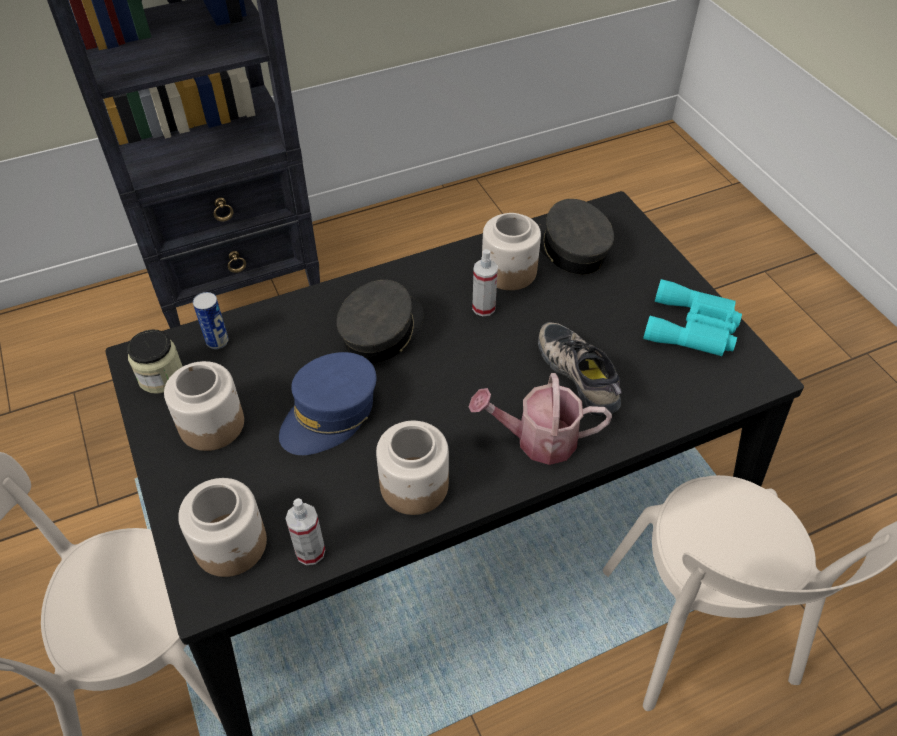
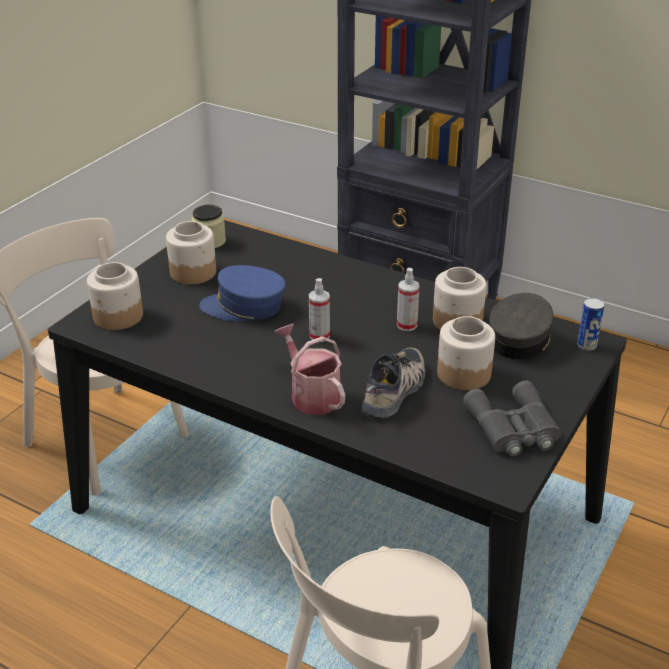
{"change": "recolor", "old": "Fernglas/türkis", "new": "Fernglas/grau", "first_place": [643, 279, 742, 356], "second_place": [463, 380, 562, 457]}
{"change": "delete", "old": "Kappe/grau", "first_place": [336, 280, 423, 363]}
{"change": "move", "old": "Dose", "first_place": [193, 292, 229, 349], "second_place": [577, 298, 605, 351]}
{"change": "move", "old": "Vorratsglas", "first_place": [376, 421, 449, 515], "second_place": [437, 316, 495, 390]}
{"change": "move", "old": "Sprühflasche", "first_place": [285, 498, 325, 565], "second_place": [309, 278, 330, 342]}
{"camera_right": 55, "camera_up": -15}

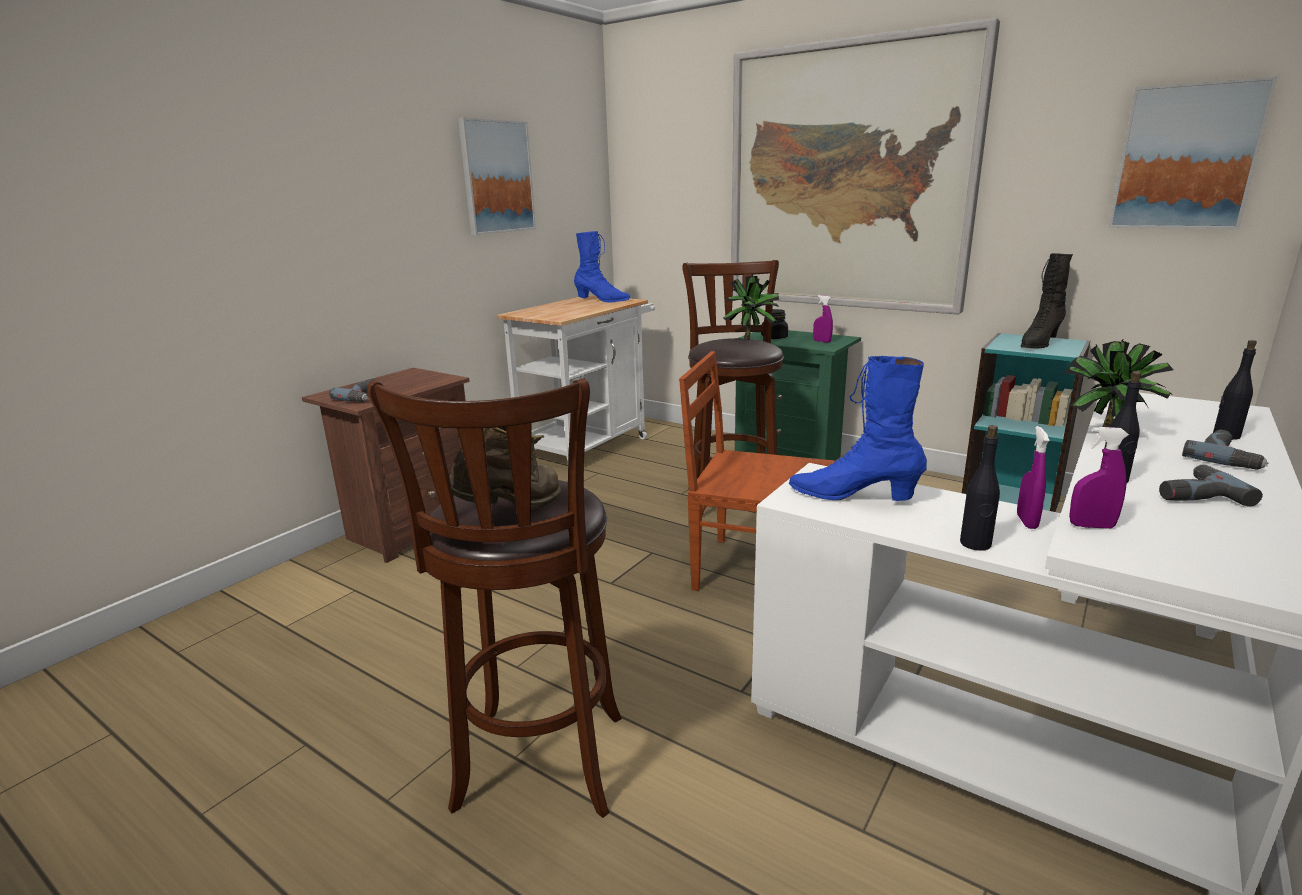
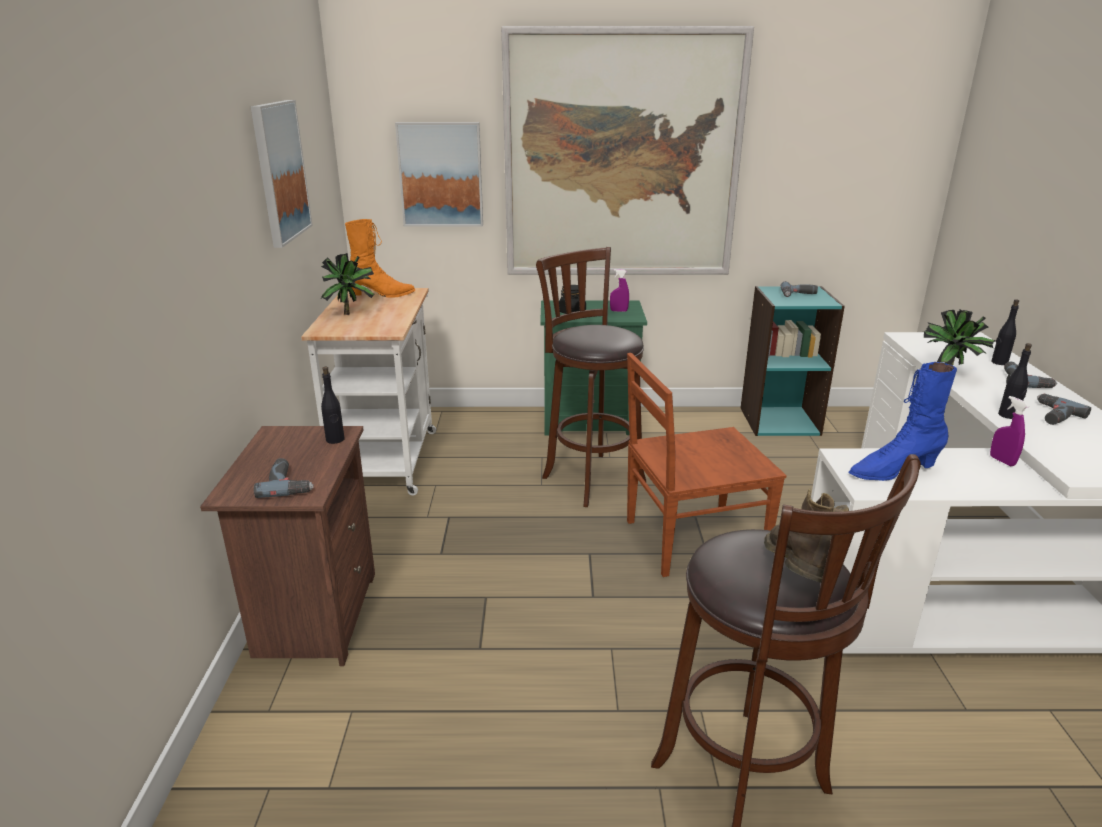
{"change": "move", "old": "Bild", "first_place": [1108, 77, 1277, 229], "second_place": [395, 122, 483, 226]}
{"change": "recolor", "old": "Stiefel/blau", "new": "Stiefel/orange", "first_place": [574, 231, 630, 302], "second_place": [345, 219, 415, 298]}
{"change": "replace", "old": "Stiefel/schwarz", "new": "Bohrmaschine", "first_place": [1021, 253, 1073, 349], "second_place": [781, 281, 818, 297]}
{"change": "move", "old": "Topfpflanze", "first_place": [723, 276, 779, 340], "second_place": [320, 253, 374, 315]}
{"change": "move", "old": "Flasche/schwarz", "first_place": [960, 425, 1000, 551], "second_place": [321, 367, 345, 444]}
{"change": "delete", "old": "Sprühflasche/lila", "first_place": [1069, 427, 1129, 529]}
{"camera_right": -35, "camera_up": 5}

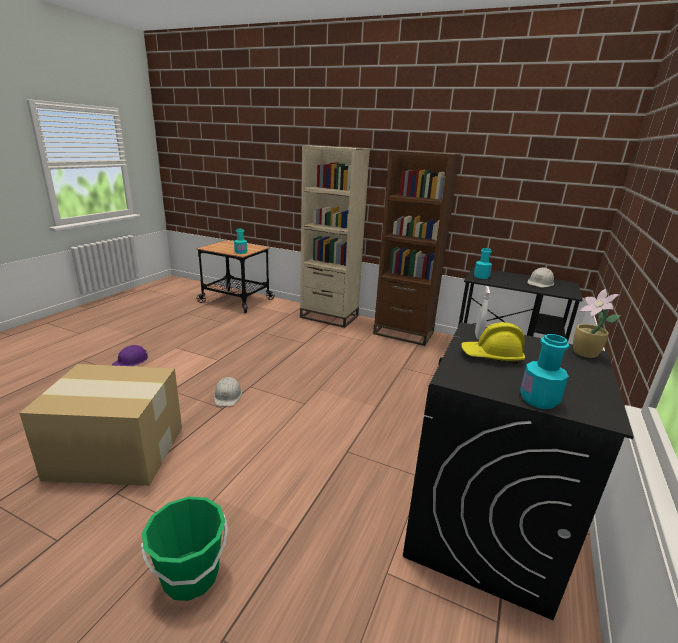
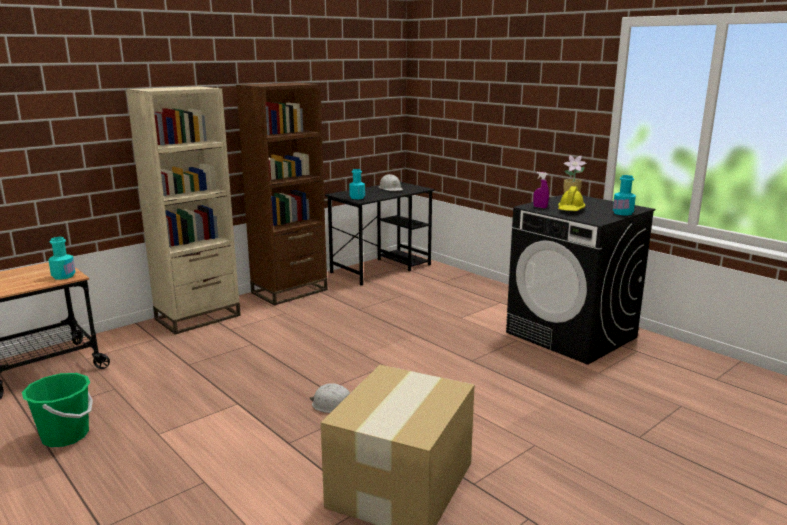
{"change": "recolor", "old": "Sprühflasche/weiß", "new": "Sprühflasche/lila", "first_place": [475, 286, 490, 340], "second_place": [533, 172, 549, 208]}
{"change": "delete", "old": "Schutzhelm/lila", "first_place": [112, 345, 148, 366]}
{"change": "move", "old": "Eimer/grün", "first_place": [141, 497, 228, 601], "second_place": [22, 373, 93, 447]}
{"camera_right": -65, "camera_up": -5}

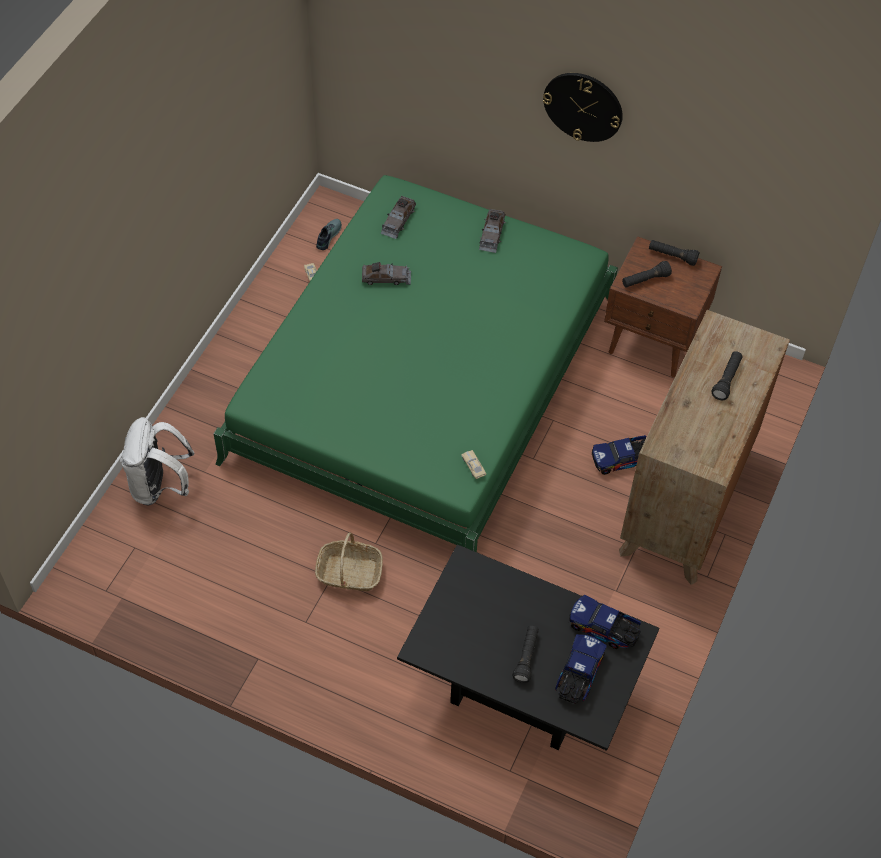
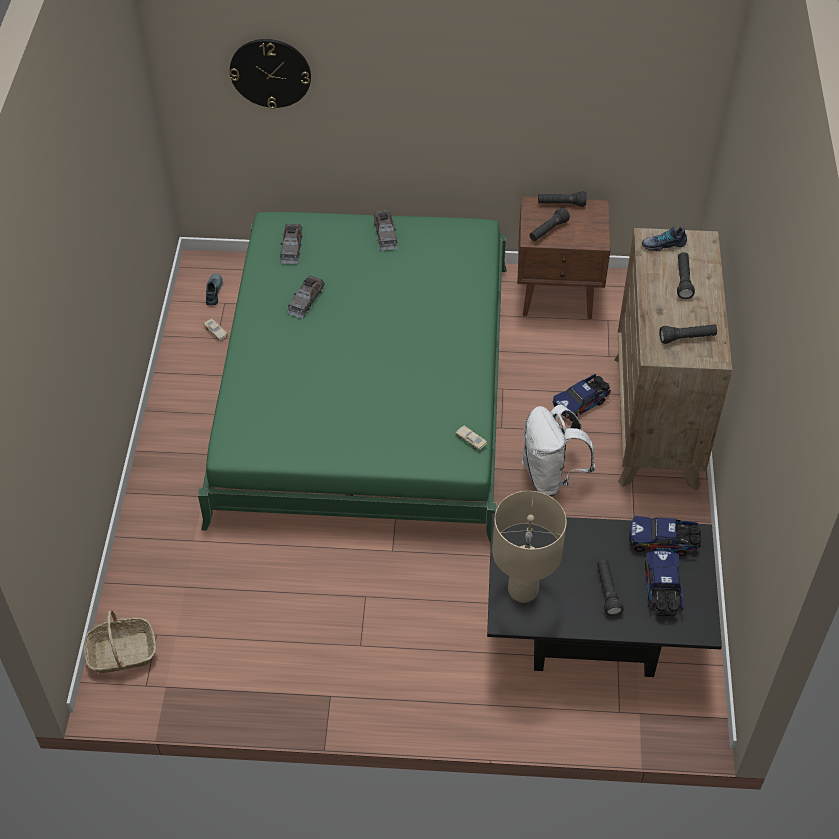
{"change": "move", "old": "Wanduhr", "first_place": [543, 73, 623, 142], "second_place": [230, 39, 311, 109]}
{"change": "rotate", "old": "Spielzeugauto/grau", "first_place": [362, 262, 411, 285], "second_place": [287, 275, 324, 319], "degrees": 135}
{"change": "move", "old": "Rucksack/weiß", "first_place": [120, 417, 194, 505], "second_place": [522, 405, 595, 496]}
{"change": "move", "old": "Korb", "first_place": [315, 533, 383, 591], "second_place": [84, 610, 156, 673]}
{"change": "insert", "new": "Schuh", "second_place": [642, 226, 687, 251]}
{"change": "insert", "new": "Taschenlampe/schwarz", "second_place": [659, 324, 717, 344]}
{"change": "insert", "new": "Tischlampe/beige", "second_place": [492, 491, 567, 603]}
{"camera_right": -20, "camera_up": -5}

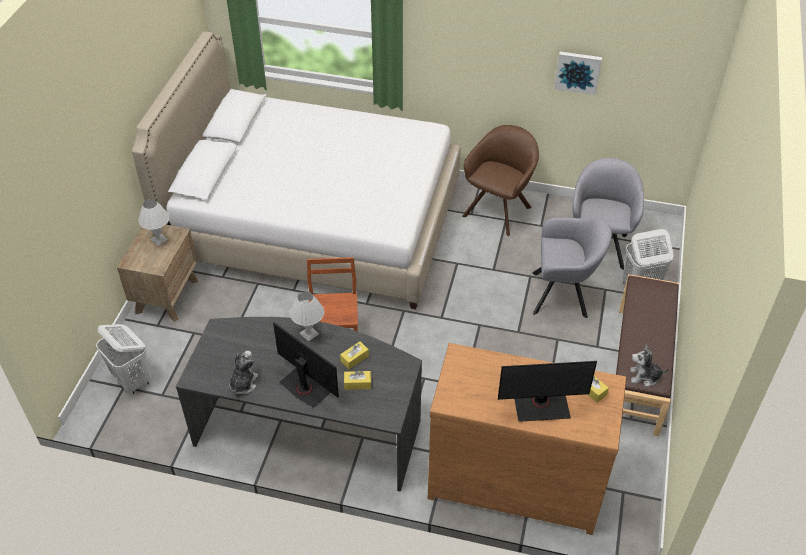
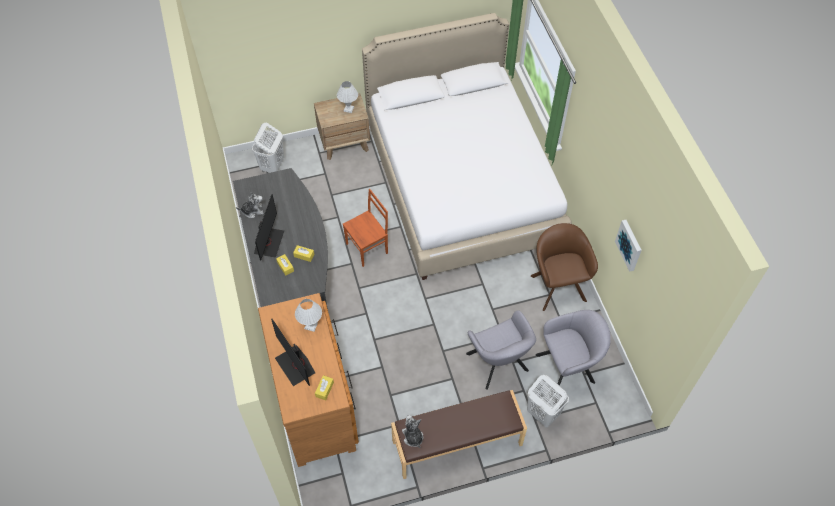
{"change": "rotate", "old": "Sessel/braun", "first_place": [462, 125, 539, 236], "second_place": [531, 223, 598, 311], "degrees": -105}
{"change": "move", "old": "Tischlampe/weiß", "first_place": [290, 291, 324, 342], "second_place": [295, 299, 322, 332]}
{"camera_right": 60, "camera_up": 10}

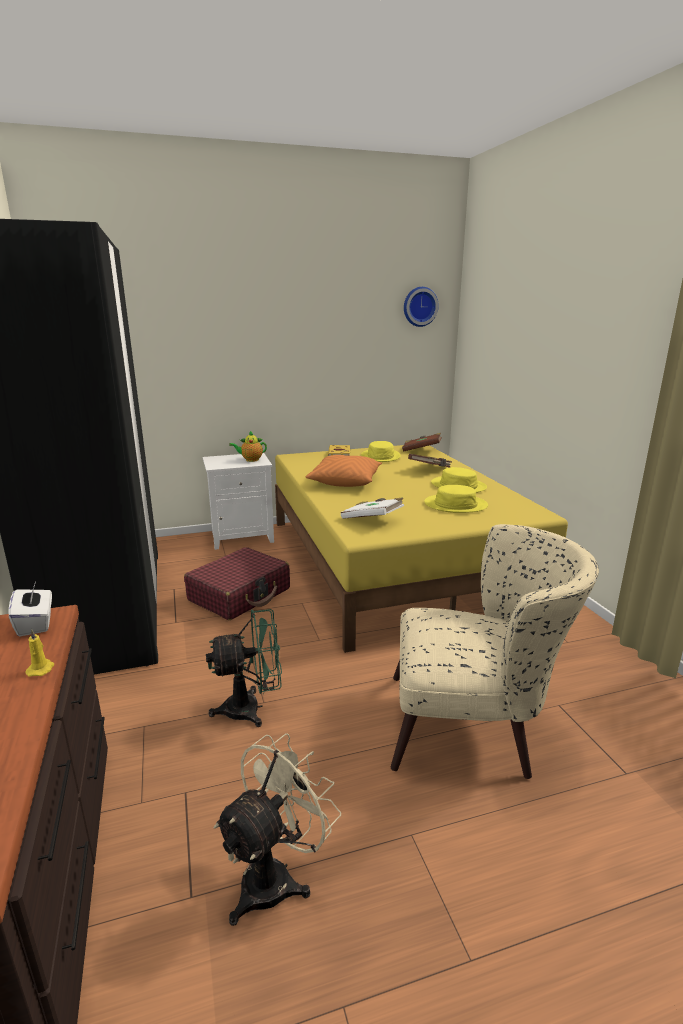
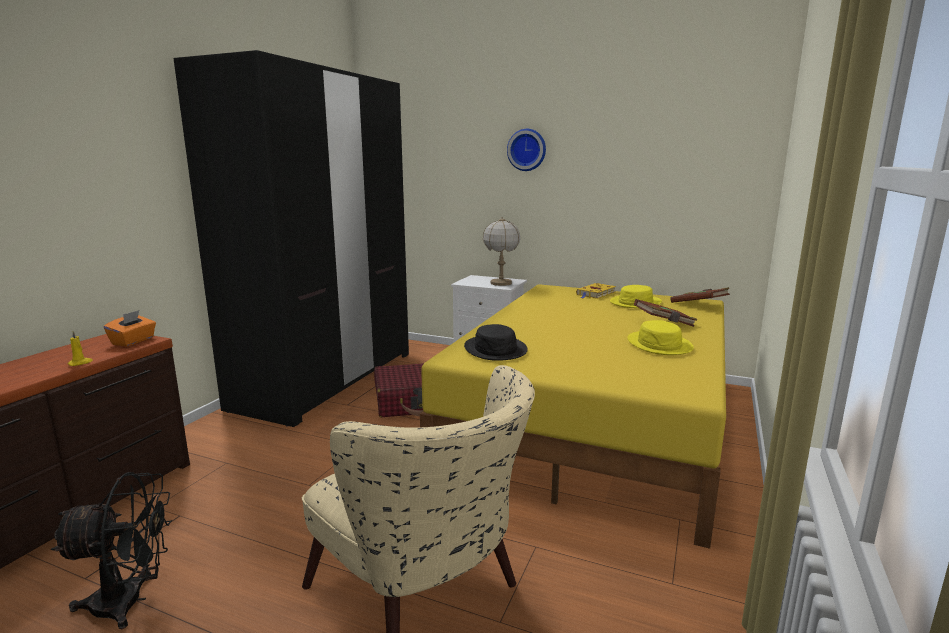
{"change": "move", "old": "Wanduhr", "first_place": [404, 287, 439, 327], "second_place": [507, 129, 546, 171]}
{"change": "replace", "old": "Teekanne", "new": "Tischlampe", "first_place": [229, 431, 267, 462], "second_place": [483, 217, 520, 286]}
{"change": "delete", "old": "Kissen/orange", "first_place": [306, 455, 382, 487]}
{"change": "delete", "old": "Hut/gelb", "first_place": [424, 485, 488, 513]}
{"change": "replace", "old": "Buch/weiß", "new": "Hut/schwarz", "first_place": [341, 497, 404, 519], "second_place": [464, 324, 528, 361]}
{"change": "recolor", "old": "Taschentuchbox/weiß", "new": "Taschentuchbox/orange", "first_place": [9, 582, 52, 636], "second_place": [104, 310, 156, 346]}
{"change": "delete", "old": "Ventilator/grün", "first_place": [206, 609, 282, 727]}
{"change": "recolor", "old": "Ventilator/beige", "new": "Ventilator/schwarz", "first_place": [213, 733, 341, 926], "second_place": [51, 472, 172, 629]}
{"camera_right": 40, "camera_up": -5}

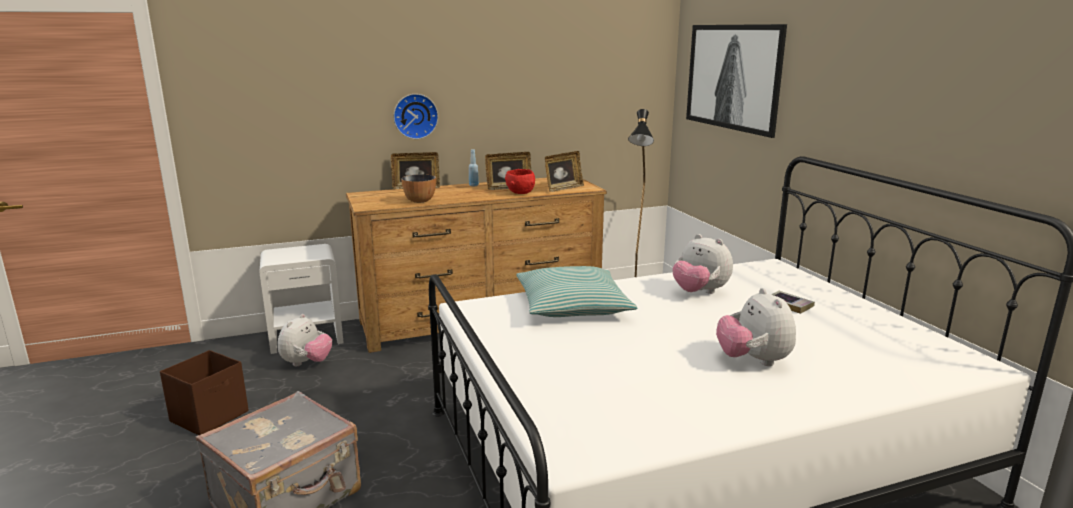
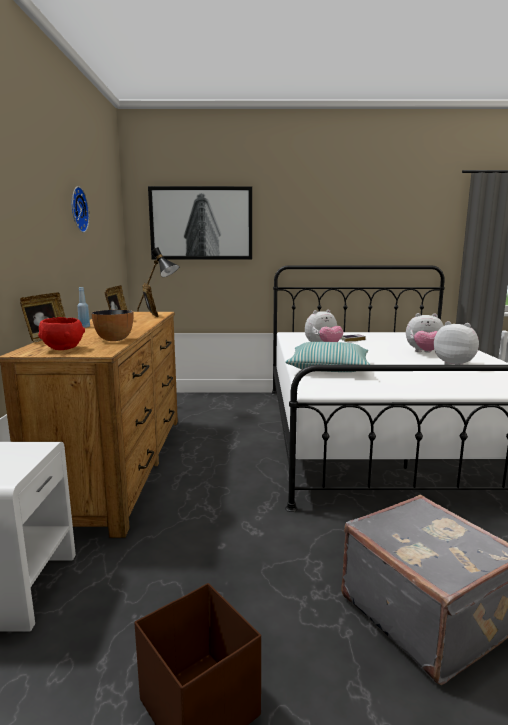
{"change": "move", "old": "Wanduhr", "first_place": [393, 94, 438, 139], "second_place": [72, 186, 89, 233]}
{"change": "move", "old": "Schüssel/rot", "first_place": [505, 169, 535, 194], "second_place": [38, 317, 85, 350]}
{"change": "move", "old": "Plüschtier", "first_place": [278, 314, 332, 366], "second_place": [434, 321, 479, 365]}
{"camera_right": -70, "camera_up": -5}

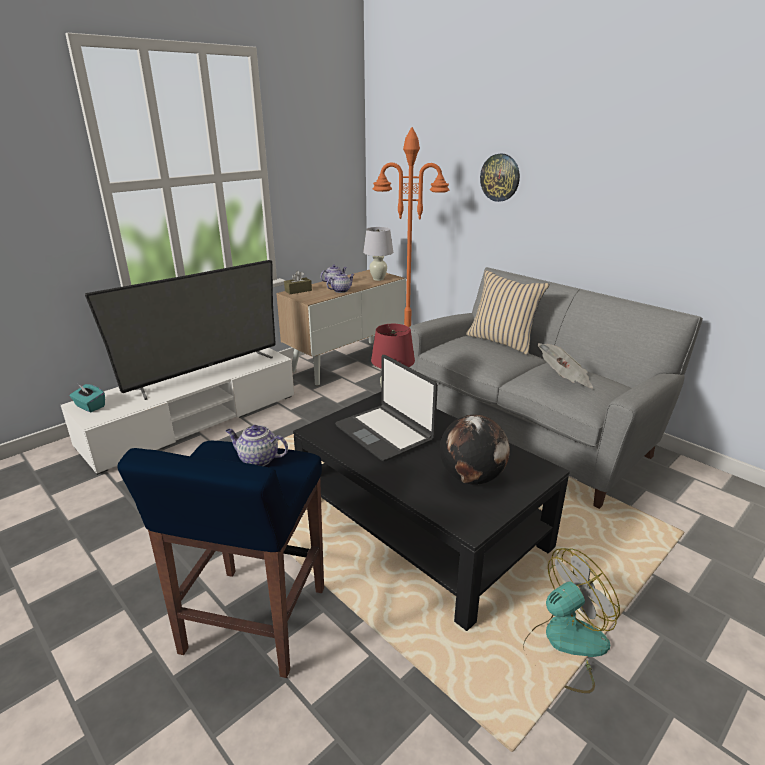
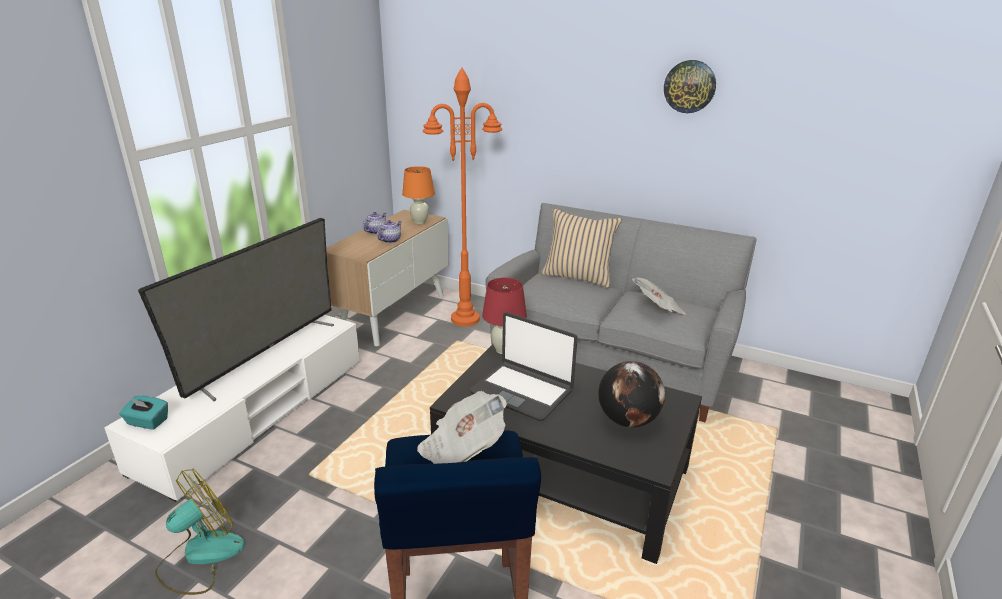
{"change": "move", "old": "Wanduhr", "first_place": [480, 154, 520, 202], "second_place": [664, 60, 716, 113]}
{"change": "recolor", "old": "Tischlampe/weiß", "new": "Tischlampe/orange", "first_place": [363, 227, 393, 281], "second_place": [402, 166, 435, 224]}
{"change": "delete", "old": "Taschentuchbox/braun", "first_place": [284, 271, 312, 294]}
{"change": "replace", "old": "Teekanne", "new": "Zeitung", "first_place": [226, 425, 288, 466], "second_place": [417, 391, 507, 464]}
{"change": "move", "old": "Ventilator", "first_place": [523, 548, 620, 693], "second_place": [155, 469, 245, 595]}
{"camera_right": -20, "camera_up": 0}

